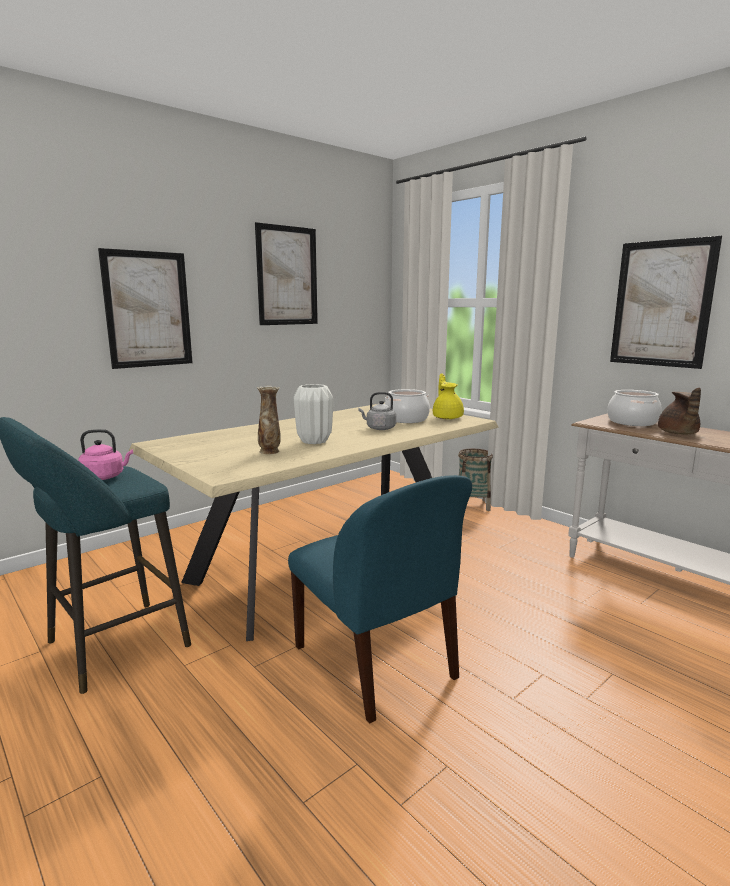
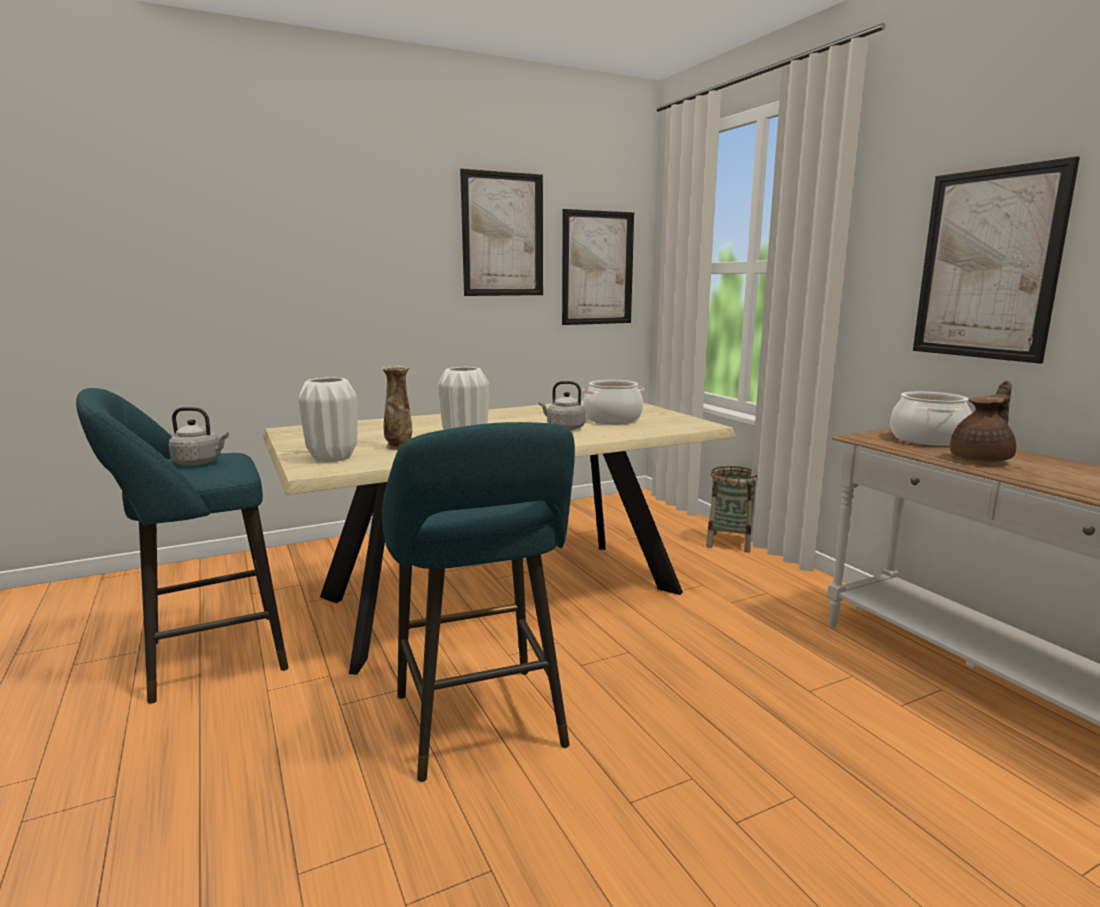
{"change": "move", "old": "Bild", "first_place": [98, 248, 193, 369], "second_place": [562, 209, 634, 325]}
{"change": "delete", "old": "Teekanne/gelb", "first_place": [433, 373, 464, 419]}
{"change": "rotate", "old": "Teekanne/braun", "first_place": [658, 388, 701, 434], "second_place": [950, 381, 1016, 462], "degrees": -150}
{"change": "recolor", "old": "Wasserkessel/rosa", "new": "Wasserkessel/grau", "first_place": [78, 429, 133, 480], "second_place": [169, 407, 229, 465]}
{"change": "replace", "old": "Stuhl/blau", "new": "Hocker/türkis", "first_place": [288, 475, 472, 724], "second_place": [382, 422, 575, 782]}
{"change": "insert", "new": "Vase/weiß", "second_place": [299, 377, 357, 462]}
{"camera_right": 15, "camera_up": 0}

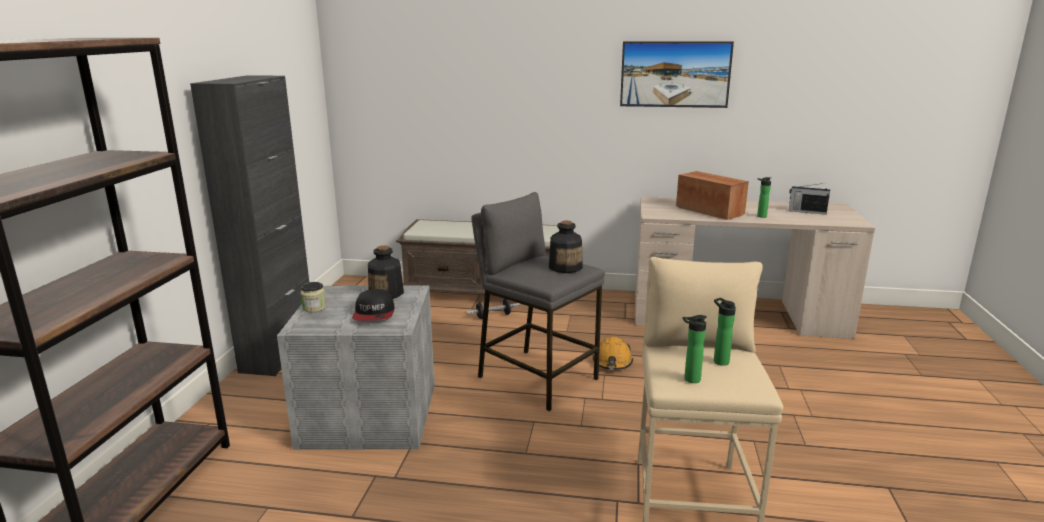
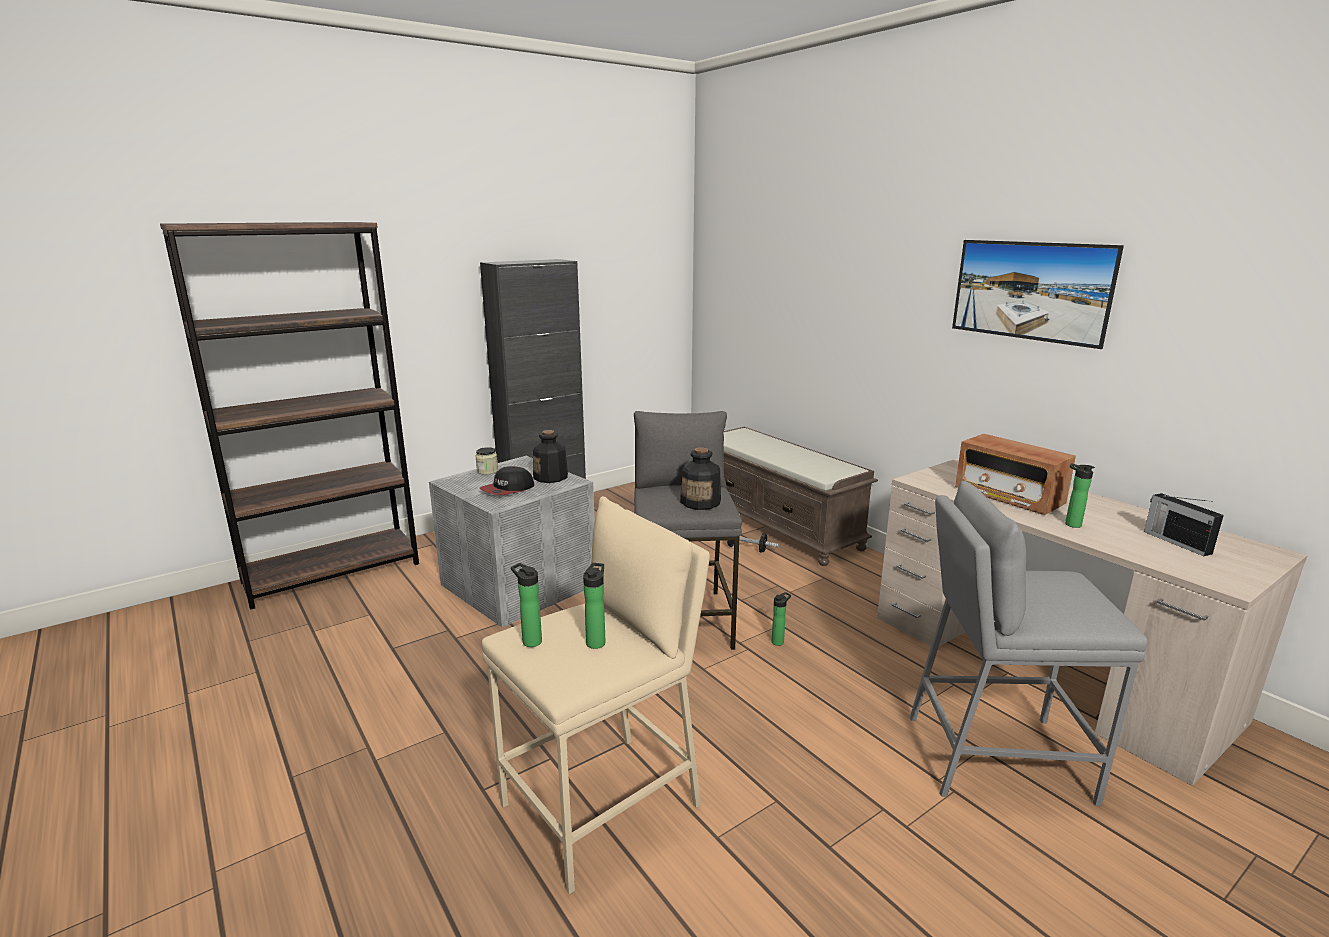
{"change": "rotate", "old": "Radio", "first_place": [676, 171, 749, 220], "second_place": [955, 434, 1076, 515], "degrees": 135}
{"change": "replace", "old": "Schutzhelm/orange", "new": "Flasche", "first_place": [593, 337, 633, 370], "second_place": [772, 592, 791, 646]}
{"change": "insert", "new": "Hocker/grau", "second_place": [910, 481, 1148, 806]}
{"camera_right": 45, "camera_up": 0}

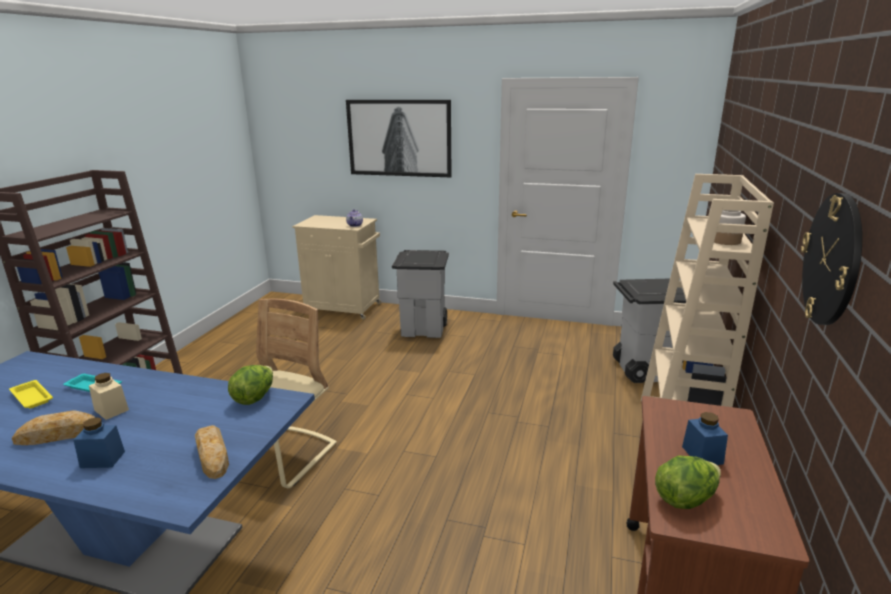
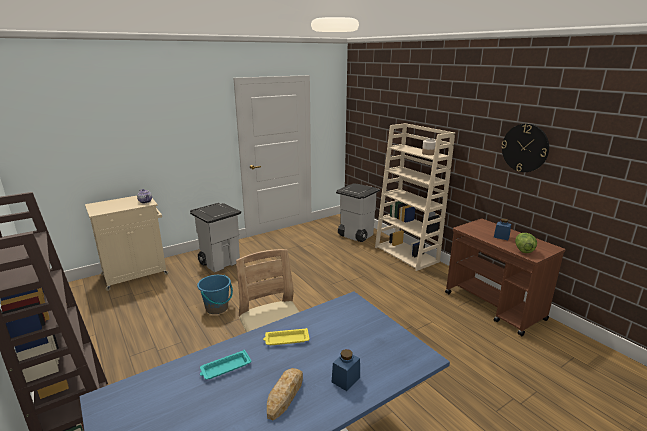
{"change": "delete", "old": "Bild", "first_place": [346, 100, 452, 177]}
{"change": "delete", "old": "Salatkopf", "first_place": [228, 365, 273, 405]}
{"change": "delete", "old": "Vorratsglas/beige", "first_place": [89, 373, 129, 420]}
{"change": "move", "old": "Tablett/gelb", "first_place": [9, 380, 53, 409], "second_place": [263, 328, 310, 345]}
{"change": "delete", "old": "Brot", "first_place": [195, 425, 229, 479]}
{"change": "insert", "new": "Eimer/blau", "second_place": [197, 275, 233, 314]}
{"camera_right": -50, "camera_up": 0}

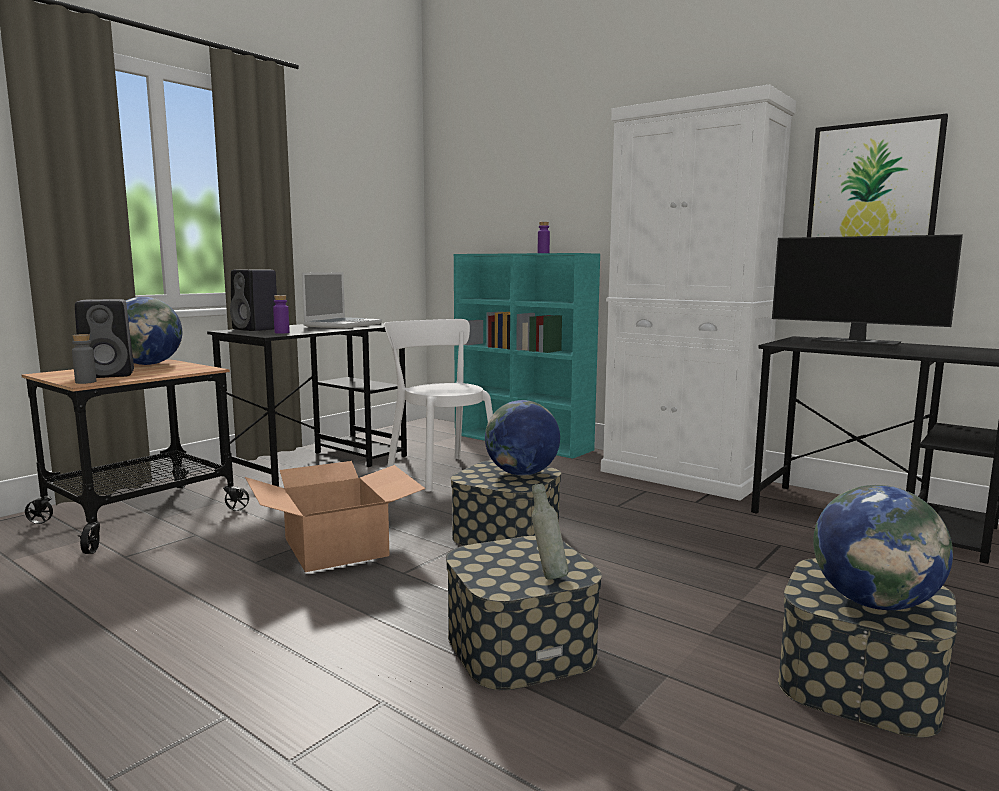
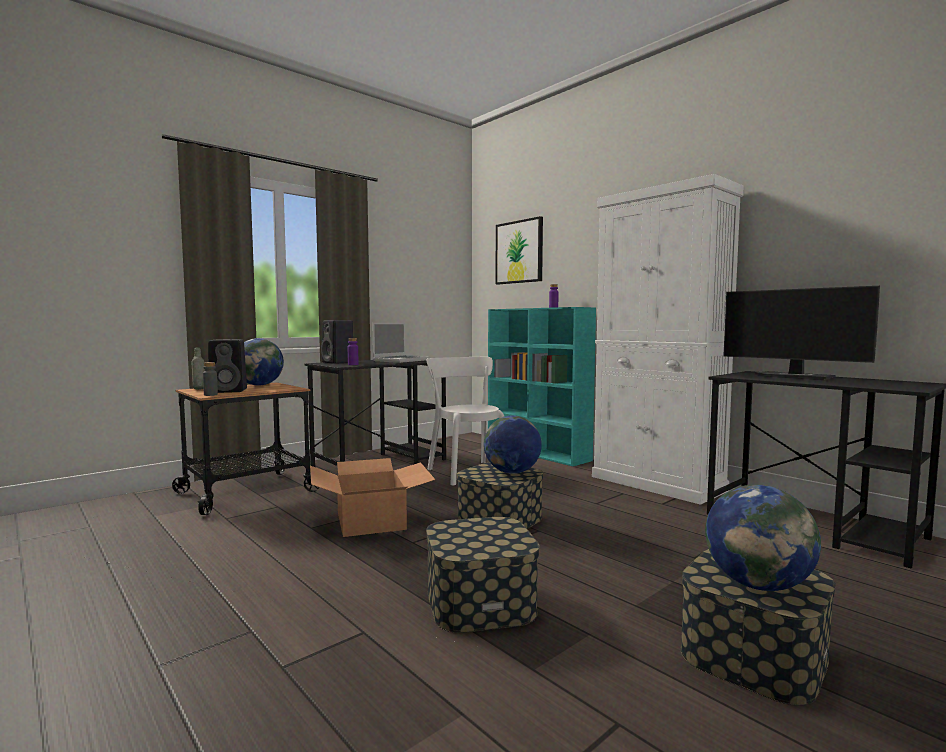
{"change": "move", "old": "Bild", "first_place": [807, 113, 948, 237], "second_place": [495, 216, 543, 284]}
{"change": "move", "old": "Flasche/grau", "first_place": [532, 483, 568, 580], "second_place": [192, 347, 205, 390]}
{"camera_right": 10, "camera_up": -5}

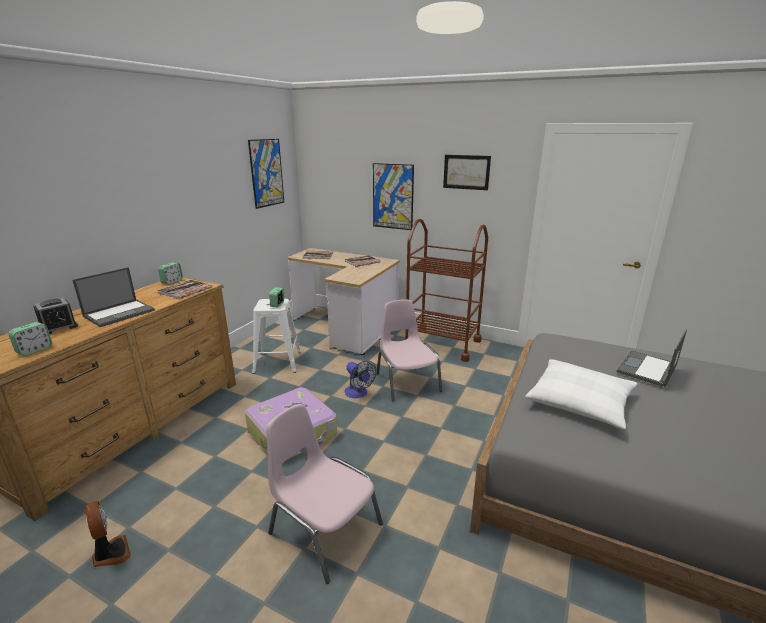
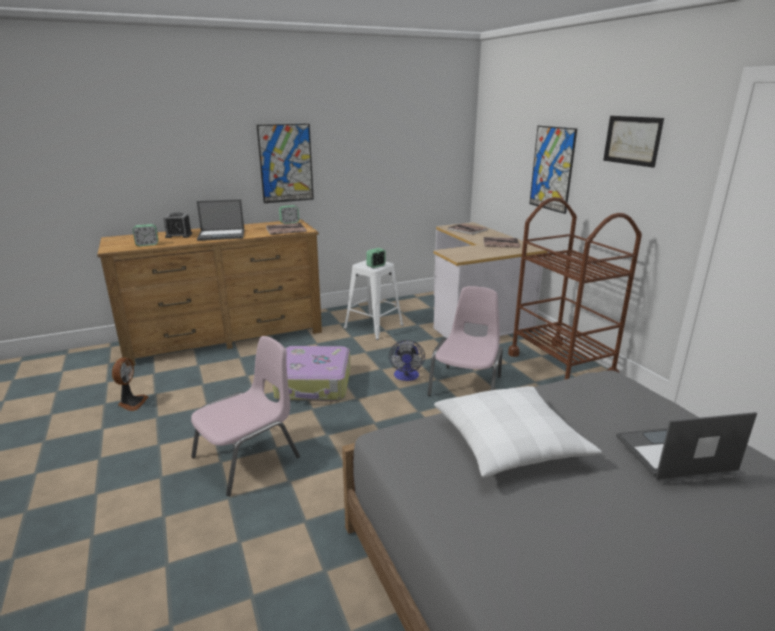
{"change": "move", "old": "Bild", "first_place": [248, 139, 284, 209], "second_place": [257, 124, 314, 203]}
{"change": "rotate", "old": "Stuhl/rosa", "first_place": [266, 404, 383, 584], "second_place": [191, 336, 300, 496], "degrees": 60}
{"camera_right": 40, "camera_up": 0}

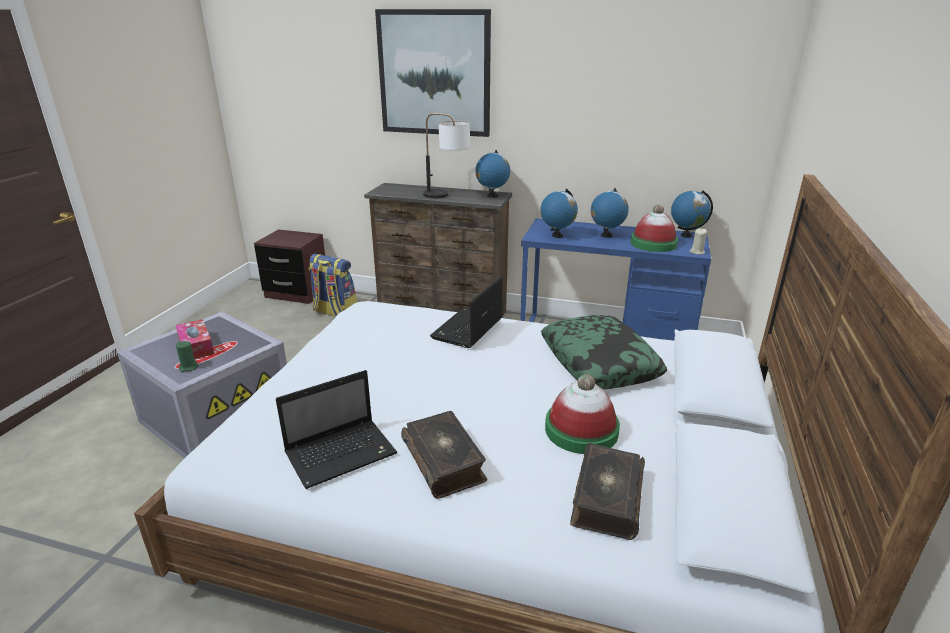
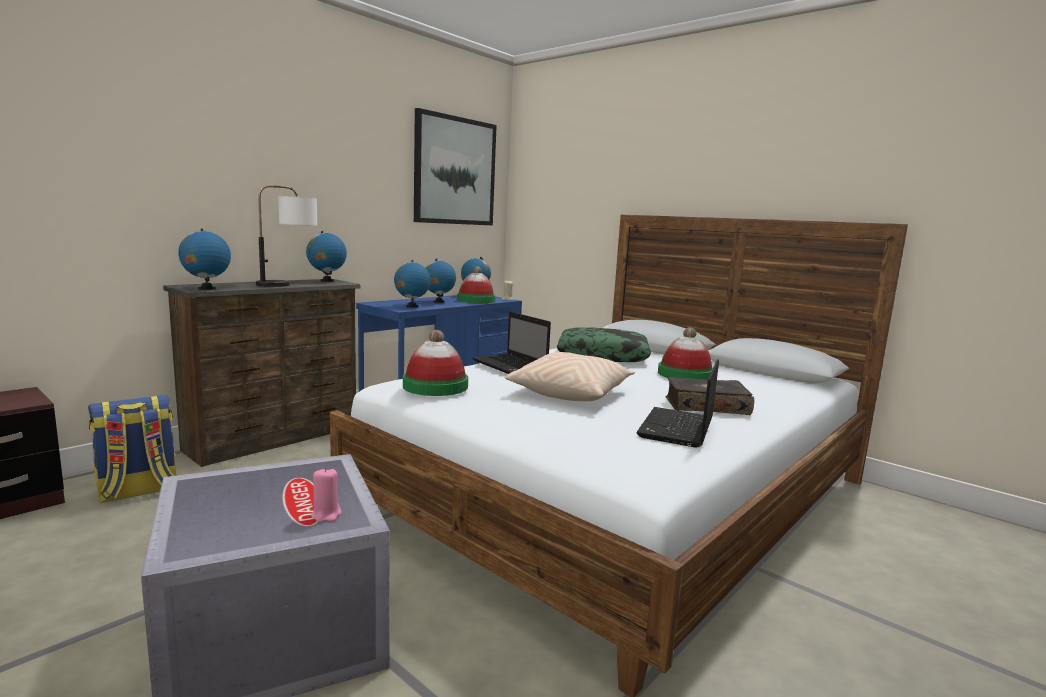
{"change": "move", "old": "Bild", "first_place": [375, 9, 491, 137], "second_place": [414, 108, 497, 225]}
{"change": "delete", "old": "Taschentuchbox", "first_place": [176, 319, 214, 359]}
{"change": "recolor", "old": "Kerze/grün", "new": "Kerze/rosa", "first_place": [176, 341, 199, 372], "second_place": [311, 468, 342, 522]}
{"change": "rotate", "old": "Laptop", "first_place": [276, 370, 397, 489], "second_place": [637, 360, 719, 448], "degrees": -150}
{"change": "delete", "old": "Buch", "first_place": [570, 443, 645, 540]}
{"change": "insert", "new": "Globus", "second_place": [178, 229, 231, 290]}
{"change": "insert", "new": "Hut", "second_place": [403, 330, 468, 396]}
{"change": "insert", "new": "Kissen/beige", "second_place": [505, 352, 635, 401]}
{"camera_right": -65, "camera_up": -15}

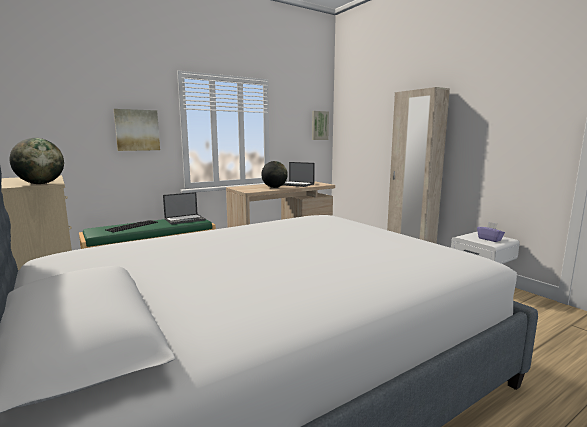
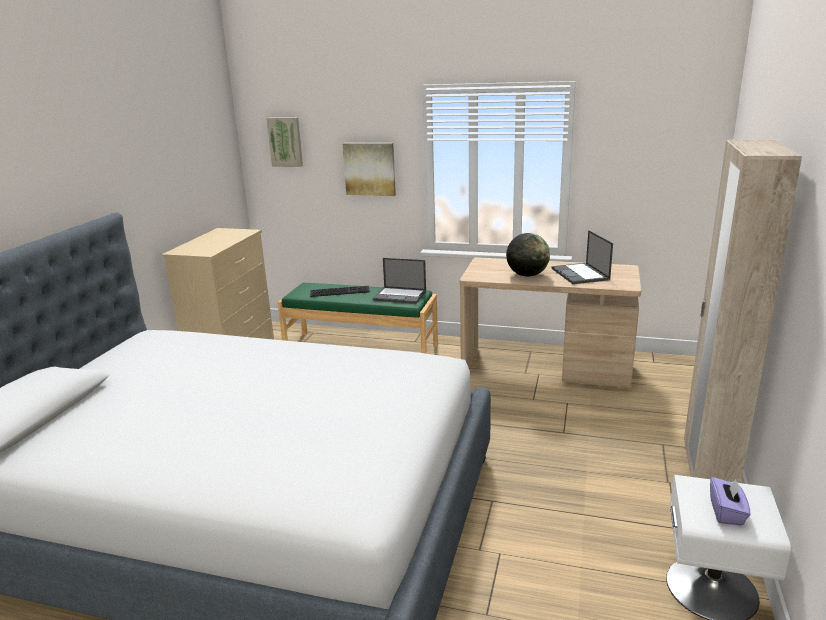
{"change": "move", "old": "Bild", "first_place": [312, 111, 329, 140], "second_place": [266, 117, 303, 167]}
{"change": "delete", "old": "Globus", "first_place": [10, 138, 64, 184]}
{"camera_right": 50, "camera_up": 10}

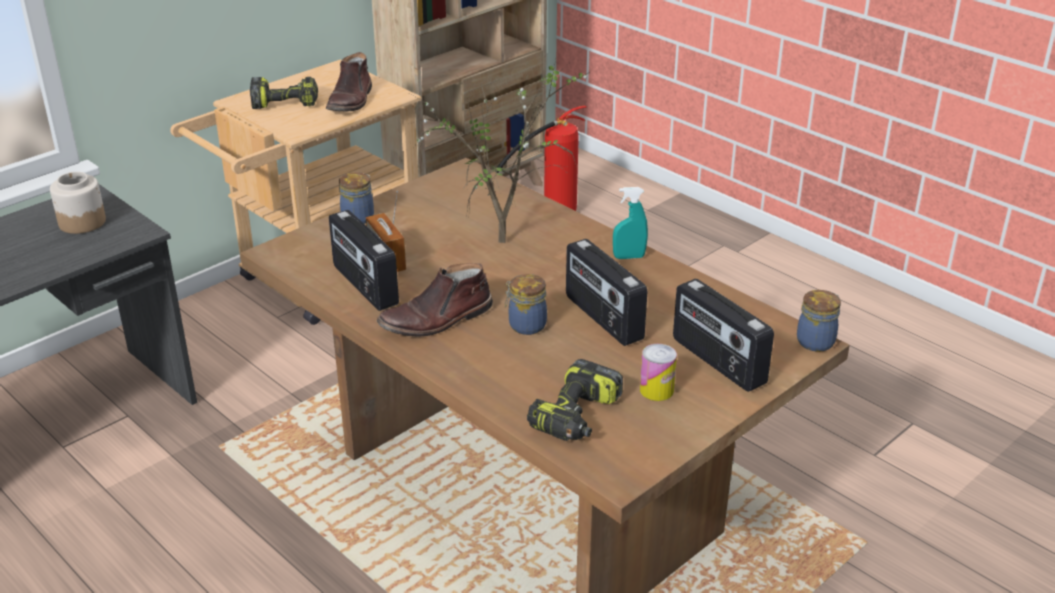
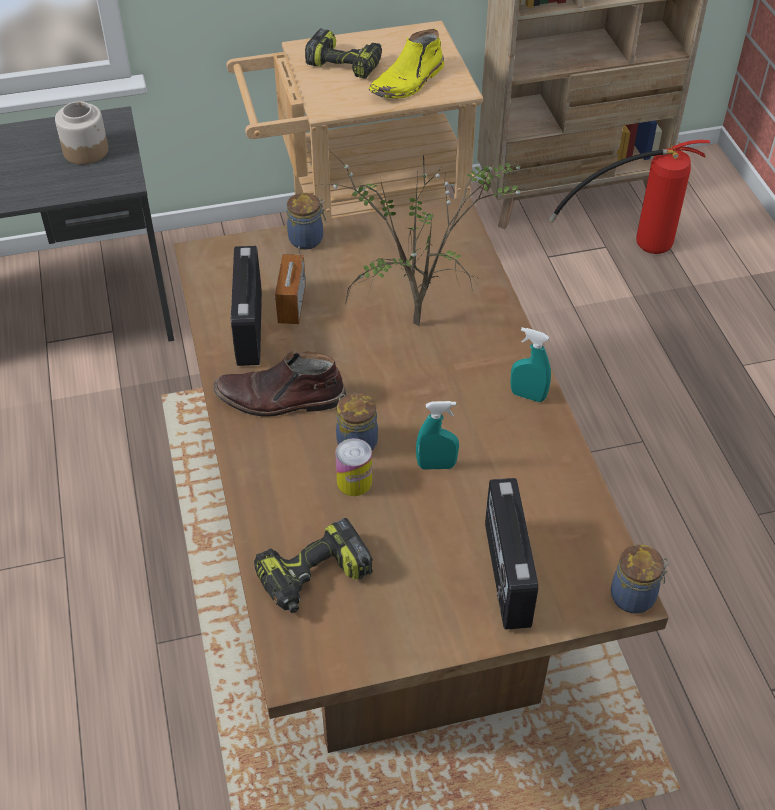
{"change": "recolor", "old": "Stiefel/braun", "new": "Stiefel/gelb", "first_place": [326, 52, 372, 111], "second_place": [369, 29, 444, 99]}
{"change": "replace", "old": "Radio", "new": "Sprühflasche/türkis", "first_place": [566, 239, 647, 346], "second_place": [416, 401, 459, 469]}
{"change": "move", "old": "Dose", "first_place": [640, 344, 677, 401], "second_place": [335, 438, 372, 496]}
{"camera_right": 30, "camera_up": 15}

